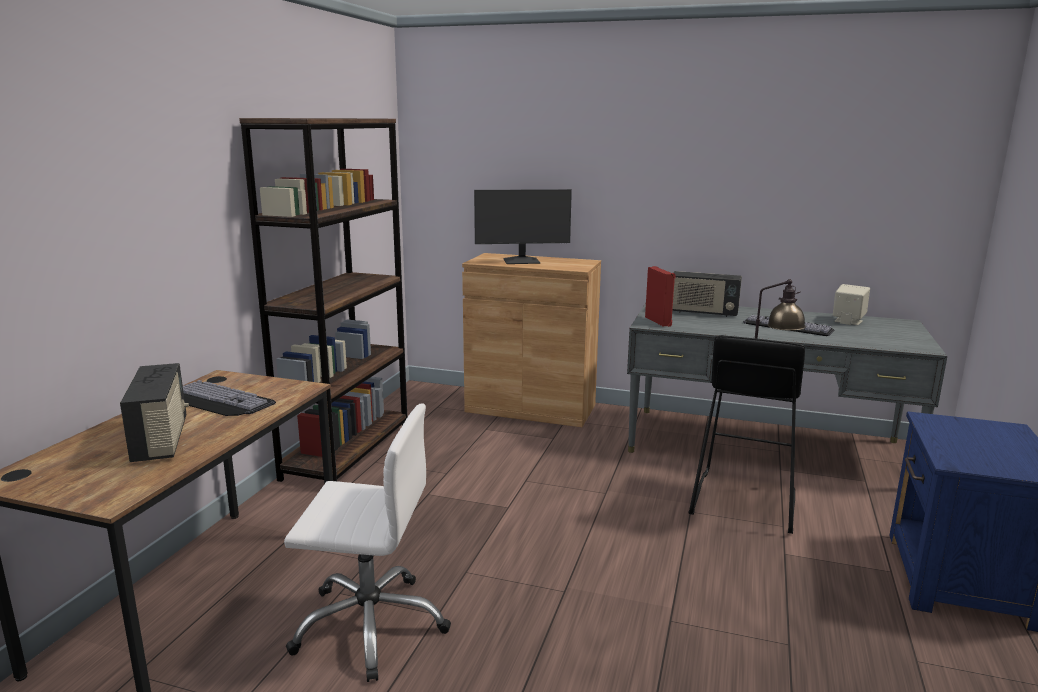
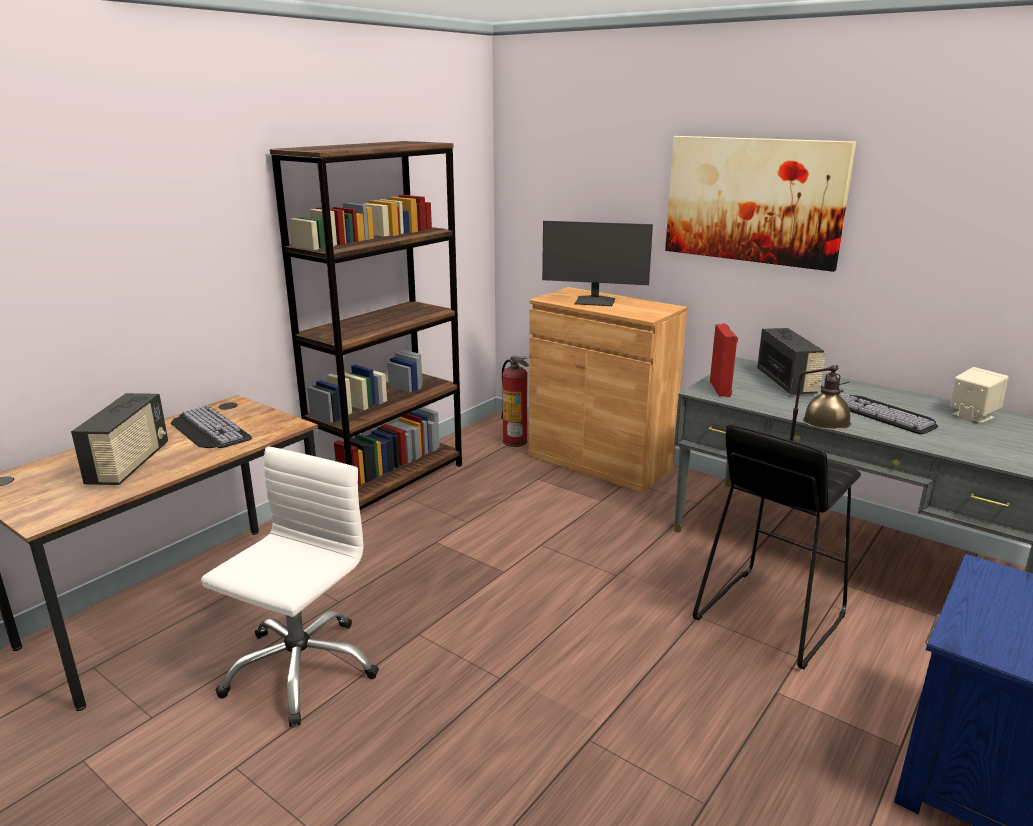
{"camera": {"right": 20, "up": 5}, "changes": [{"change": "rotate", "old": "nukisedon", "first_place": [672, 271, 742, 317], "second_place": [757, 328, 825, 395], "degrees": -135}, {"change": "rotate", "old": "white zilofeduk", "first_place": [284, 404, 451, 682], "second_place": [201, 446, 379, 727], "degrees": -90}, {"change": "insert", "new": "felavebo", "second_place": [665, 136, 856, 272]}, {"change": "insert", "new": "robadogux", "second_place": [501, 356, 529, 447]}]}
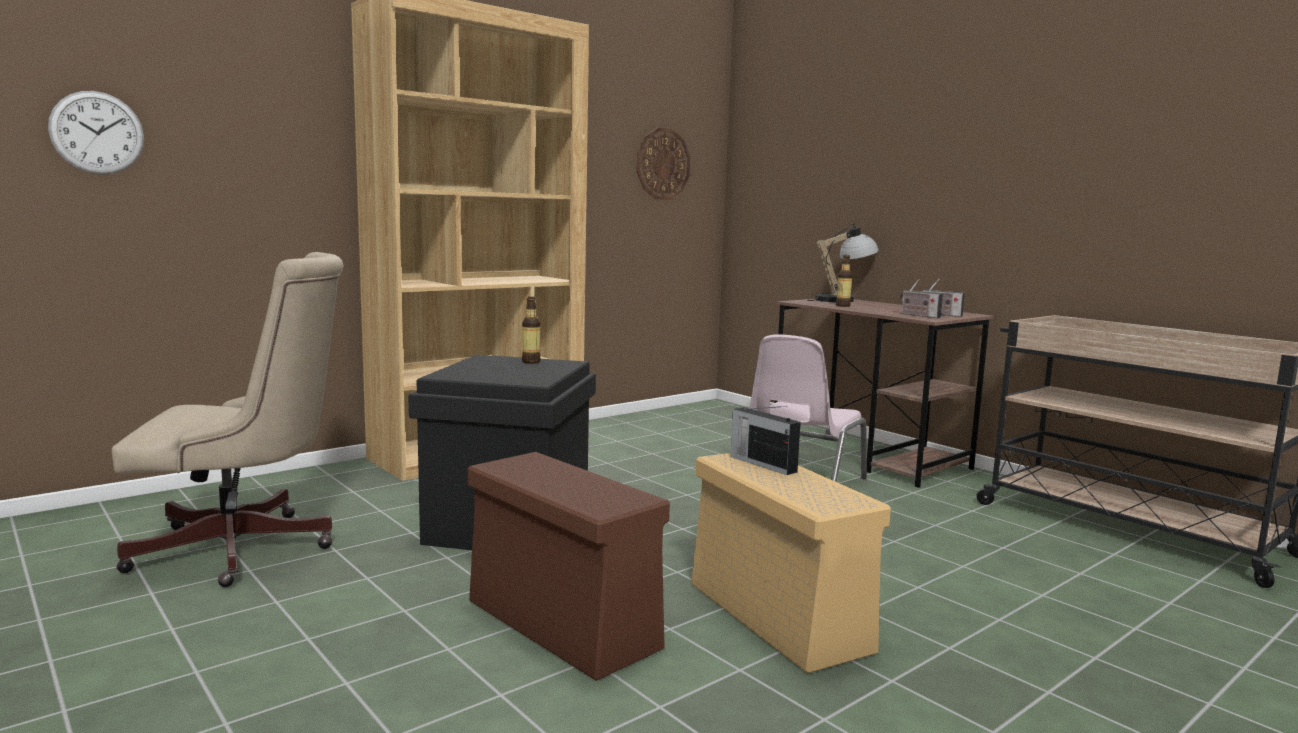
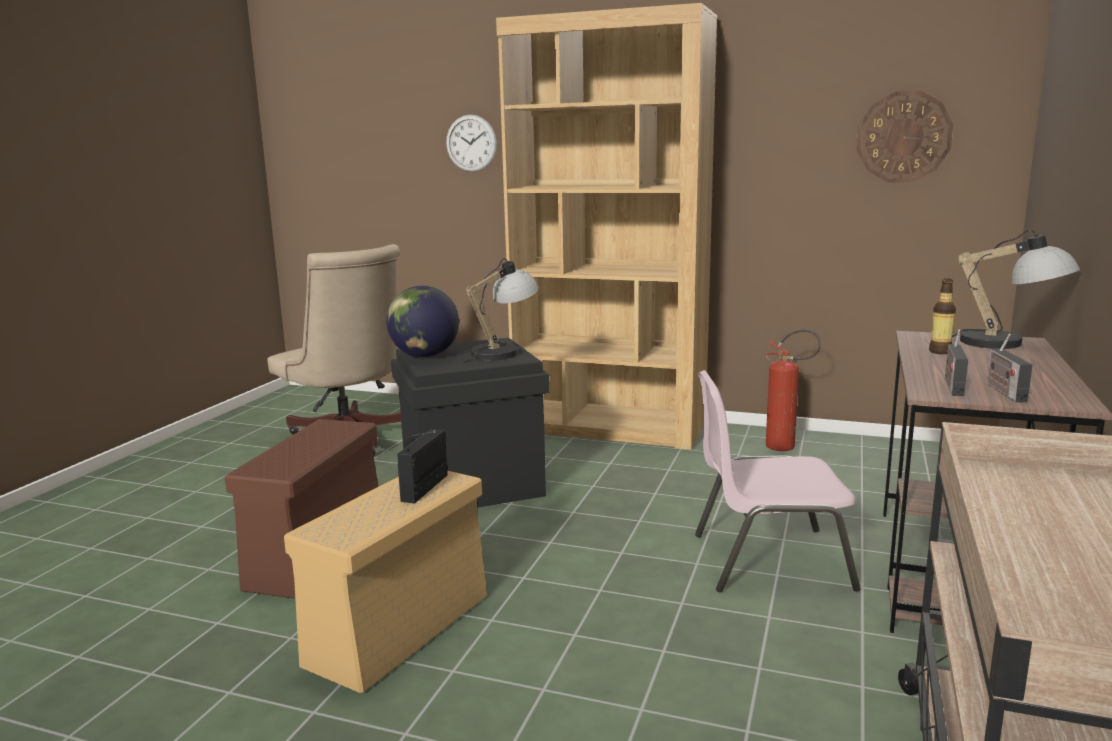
{"camera": {"right": 60, "up": 5}, "changes": [{"change": "move", "old": "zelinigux", "first_place": [48, 91, 144, 175], "second_place": [446, 115, 497, 172]}, {"change": "replace", "old": "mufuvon", "new": "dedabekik", "first_place": [522, 297, 540, 364], "second_place": [463, 258, 539, 363]}, {"change": "insert", "new": "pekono", "second_place": [386, 285, 459, 357]}, {"change": "insert", "new": "robadogux", "second_place": [765, 329, 821, 451]}]}
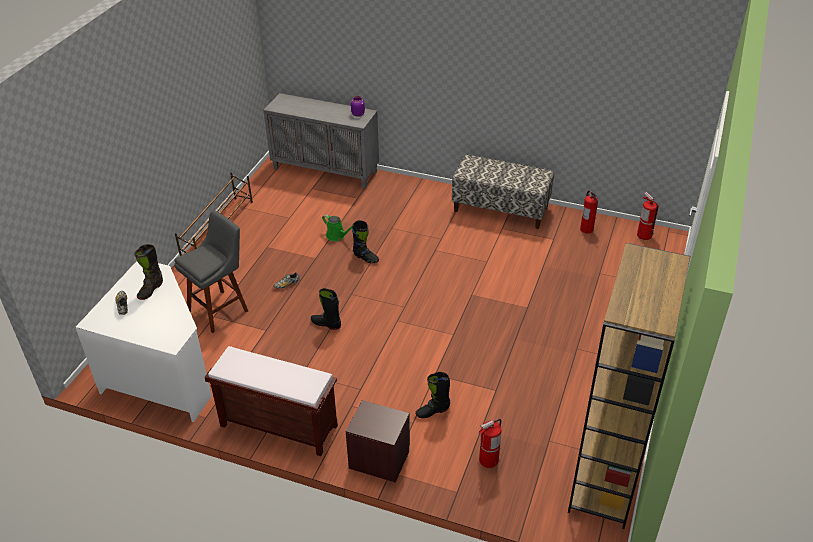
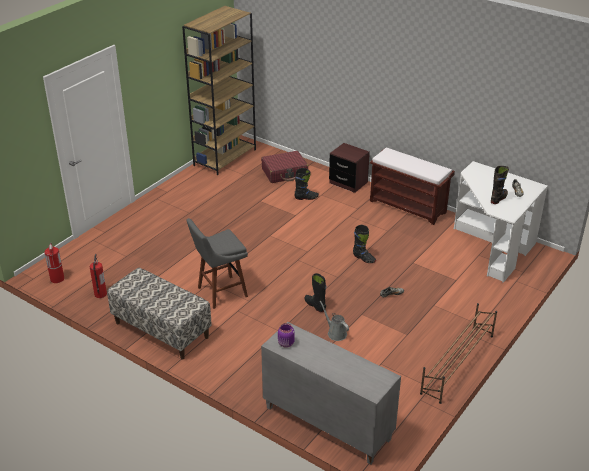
{"camera": {"right": -165, "up": -5}, "changes": [{"change": "move", "old": "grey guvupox", "first_place": [174, 210, 248, 333], "second_place": [186, 218, 248, 309]}, {"change": "recolor", "old": "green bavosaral", "new": "grey bavosaral", "first_place": [322, 215, 353, 241], "second_place": [320, 301, 349, 341]}, {"change": "replace", "old": "robadogux", "new": "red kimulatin", "first_place": [479, 419, 502, 468], "second_place": [261, 151, 308, 183]}]}
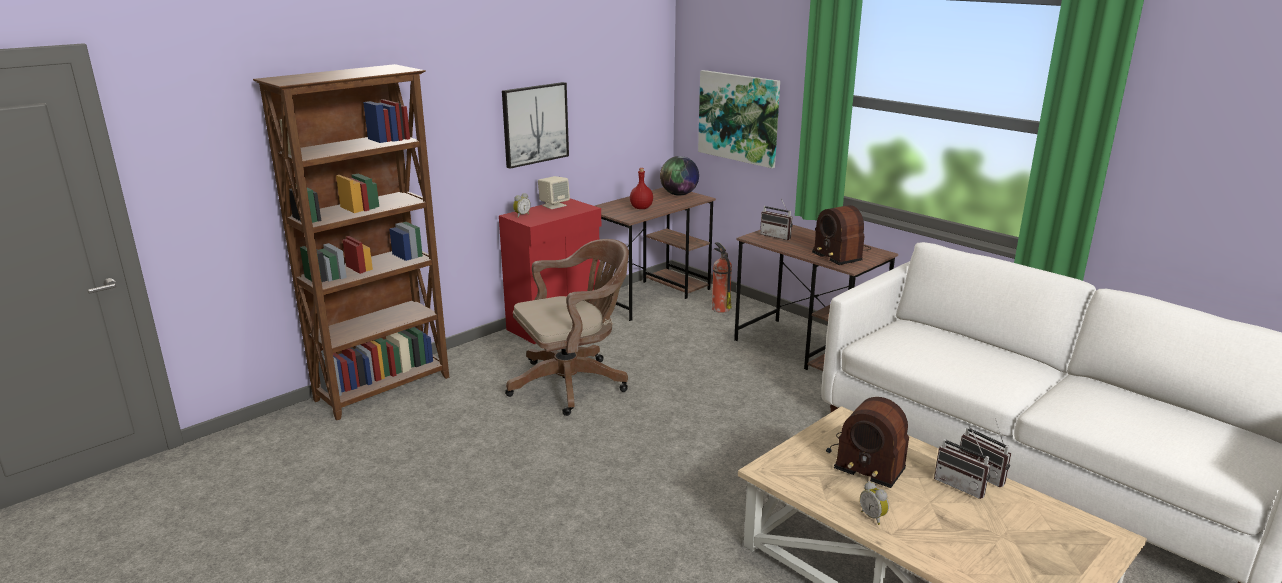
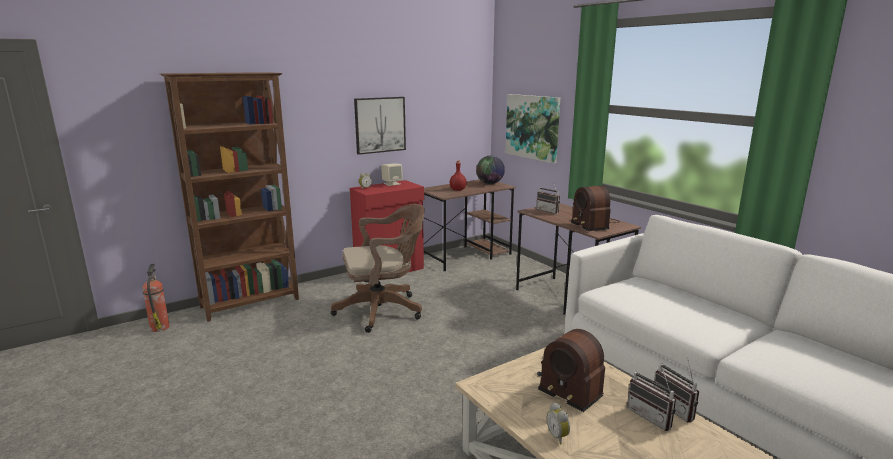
{"camera": {"right": 10, "up": -5}, "changes": [{"change": "move", "old": "robadogux", "first_place": [712, 242, 732, 313], "second_place": [142, 264, 170, 332]}]}
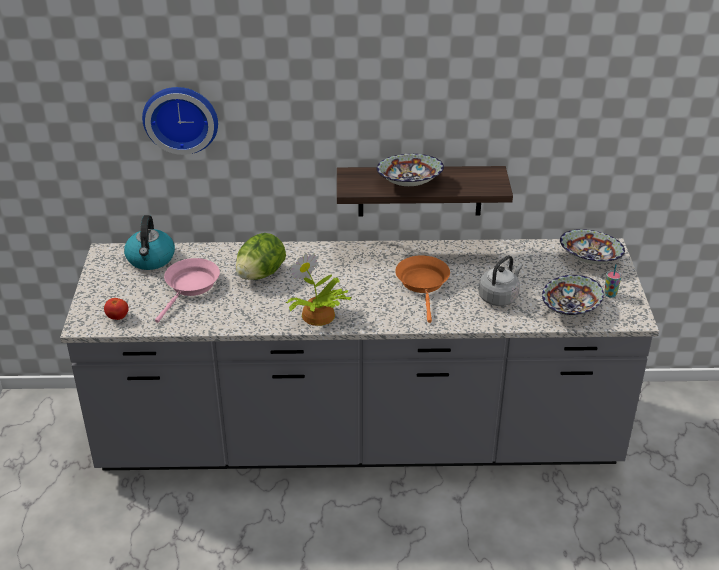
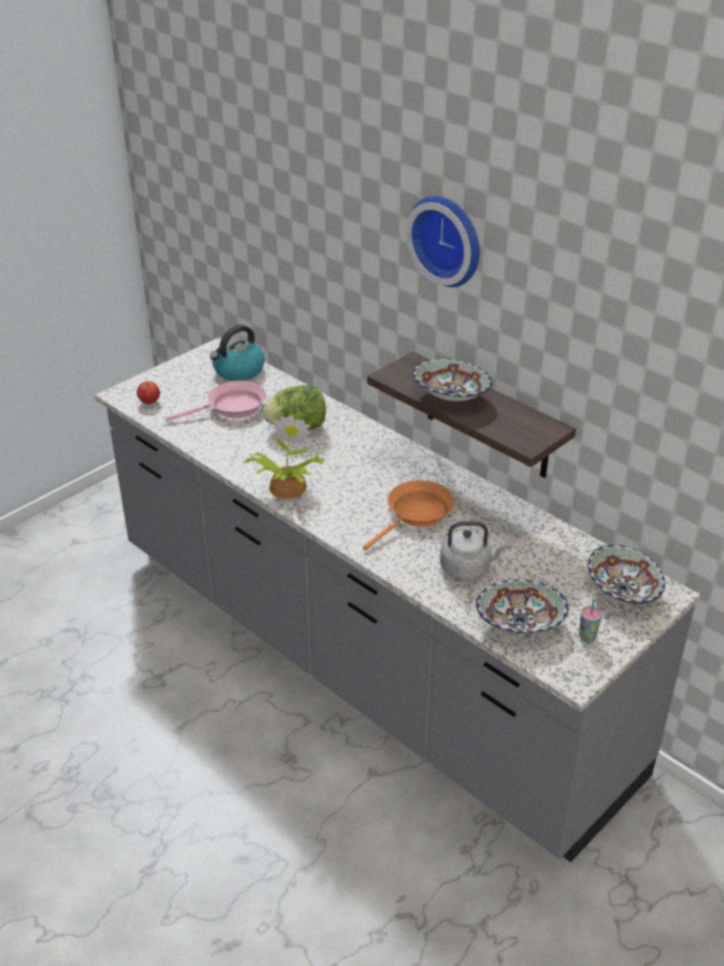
{"camera": {"right": 45, "up": 0}, "changes": [{"change": "move", "old": "zelinigux", "first_place": [142, 87, 218, 155], "second_place": [406, 196, 479, 287]}]}
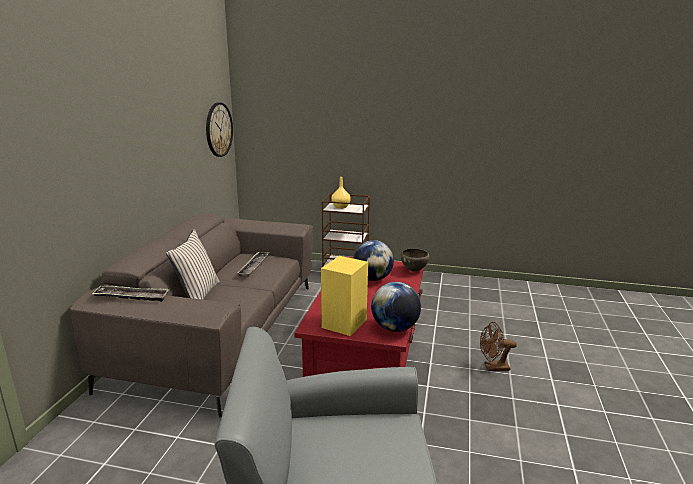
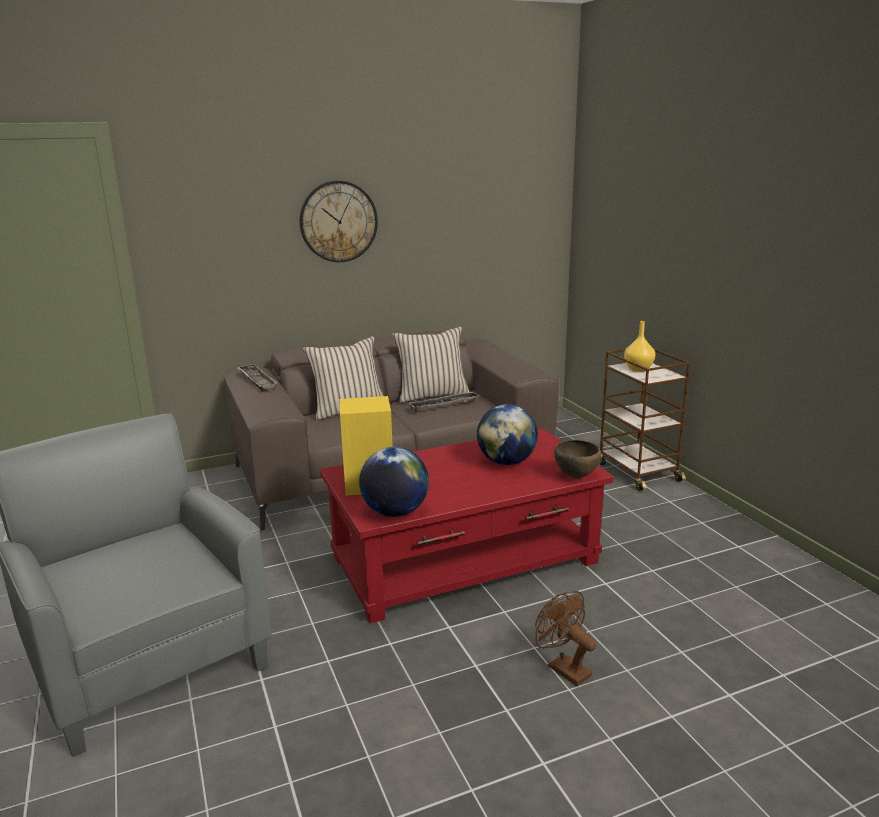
{"camera": {"right": 55, "up": 0}, "changes": [{"change": "move", "old": "zelinigux", "first_place": [206, 102, 233, 157], "second_place": [299, 181, 378, 262]}, {"change": "insert", "new": "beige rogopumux", "second_place": [392, 327, 469, 402]}]}
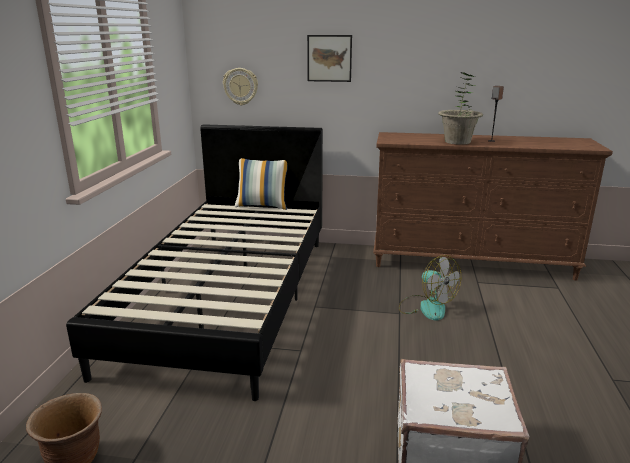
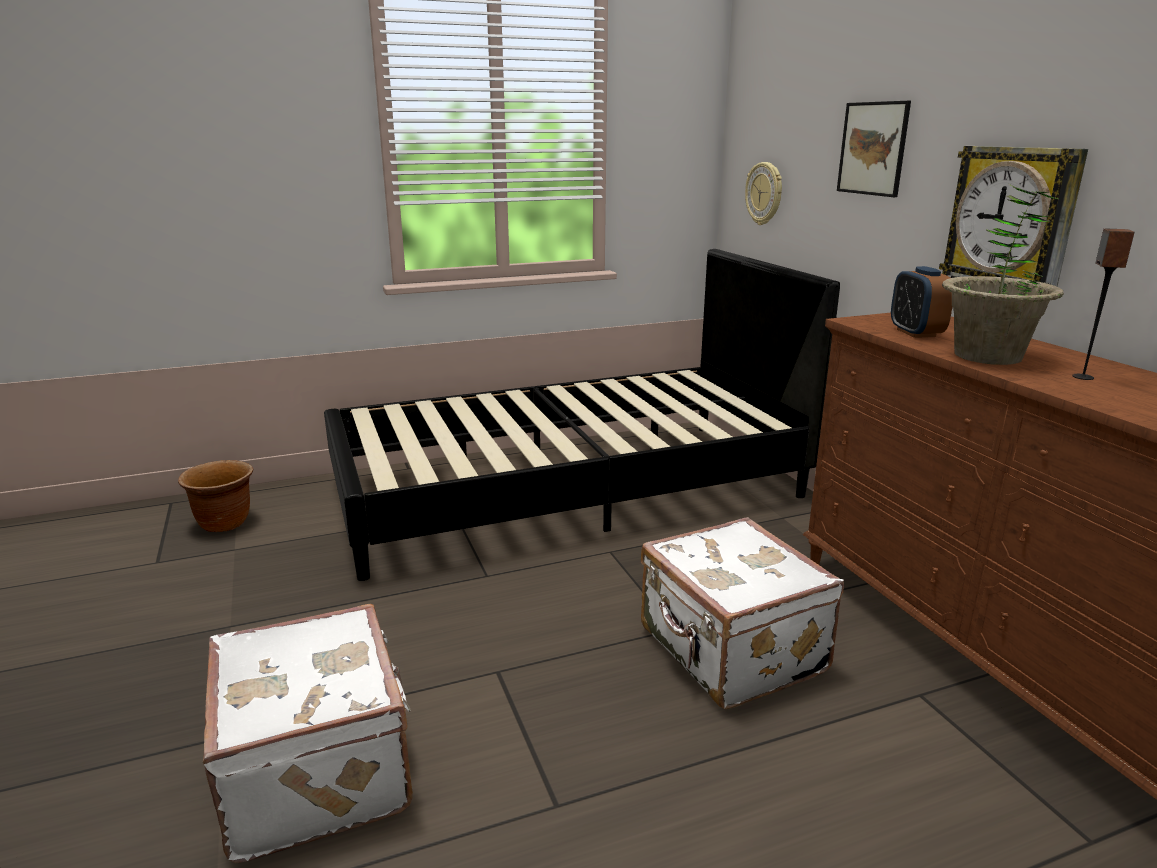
{"camera": {"right": 60, "up": 0}, "changes": [{"change": "delete", "old": "rogopumux", "first_place": [235, 158, 288, 210]}, {"change": "replace", "old": "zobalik", "new": "white kimulatin", "first_place": [399, 255, 461, 321], "second_place": [641, 517, 844, 709]}, {"change": "insert", "new": "zelinigux", "second_place": [939, 146, 1088, 287]}, {"change": "insert", "new": "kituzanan", "second_place": [891, 266, 952, 338]}]}
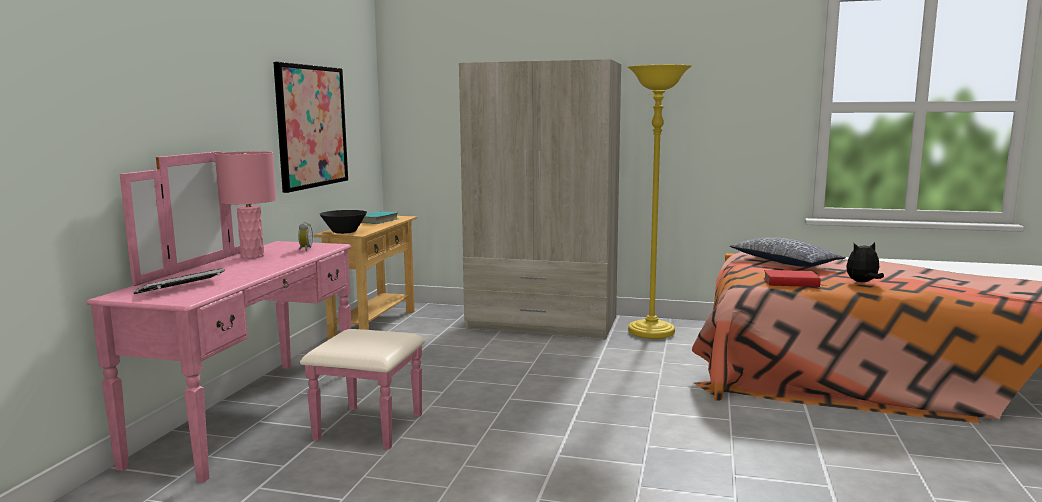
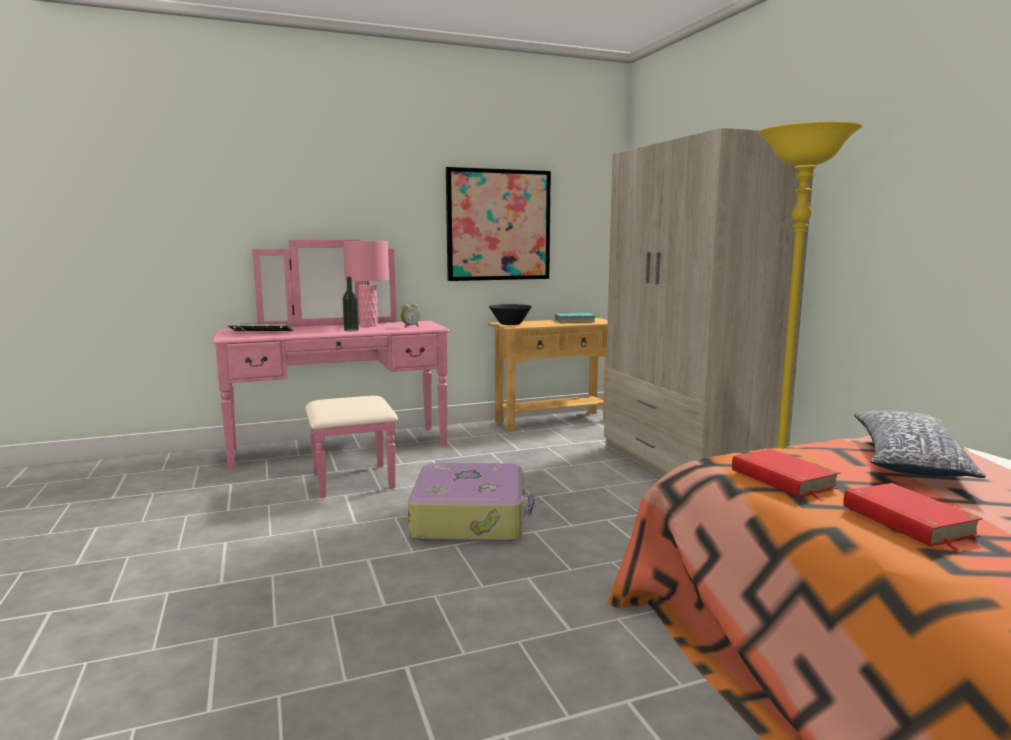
{"camera": {"right": 55, "up": 0}, "changes": [{"change": "replace", "old": "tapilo", "new": "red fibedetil", "first_place": [846, 242, 884, 282], "second_place": [843, 483, 983, 553]}, {"change": "insert", "new": "mufuvon", "second_place": [342, 277, 359, 331]}, {"change": "insert", "new": "kimulatin", "second_place": [408, 463, 534, 542]}]}
